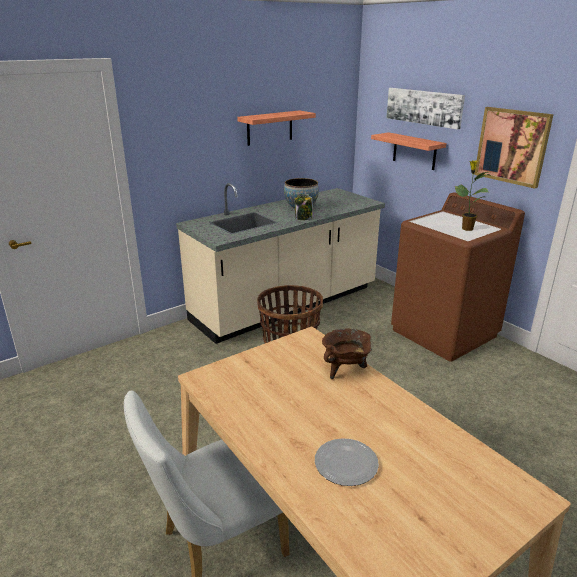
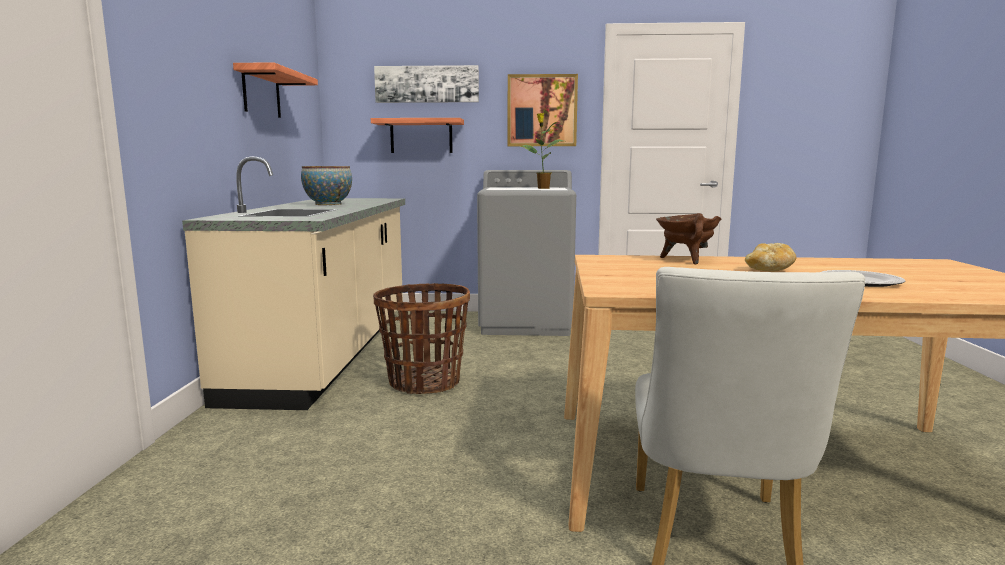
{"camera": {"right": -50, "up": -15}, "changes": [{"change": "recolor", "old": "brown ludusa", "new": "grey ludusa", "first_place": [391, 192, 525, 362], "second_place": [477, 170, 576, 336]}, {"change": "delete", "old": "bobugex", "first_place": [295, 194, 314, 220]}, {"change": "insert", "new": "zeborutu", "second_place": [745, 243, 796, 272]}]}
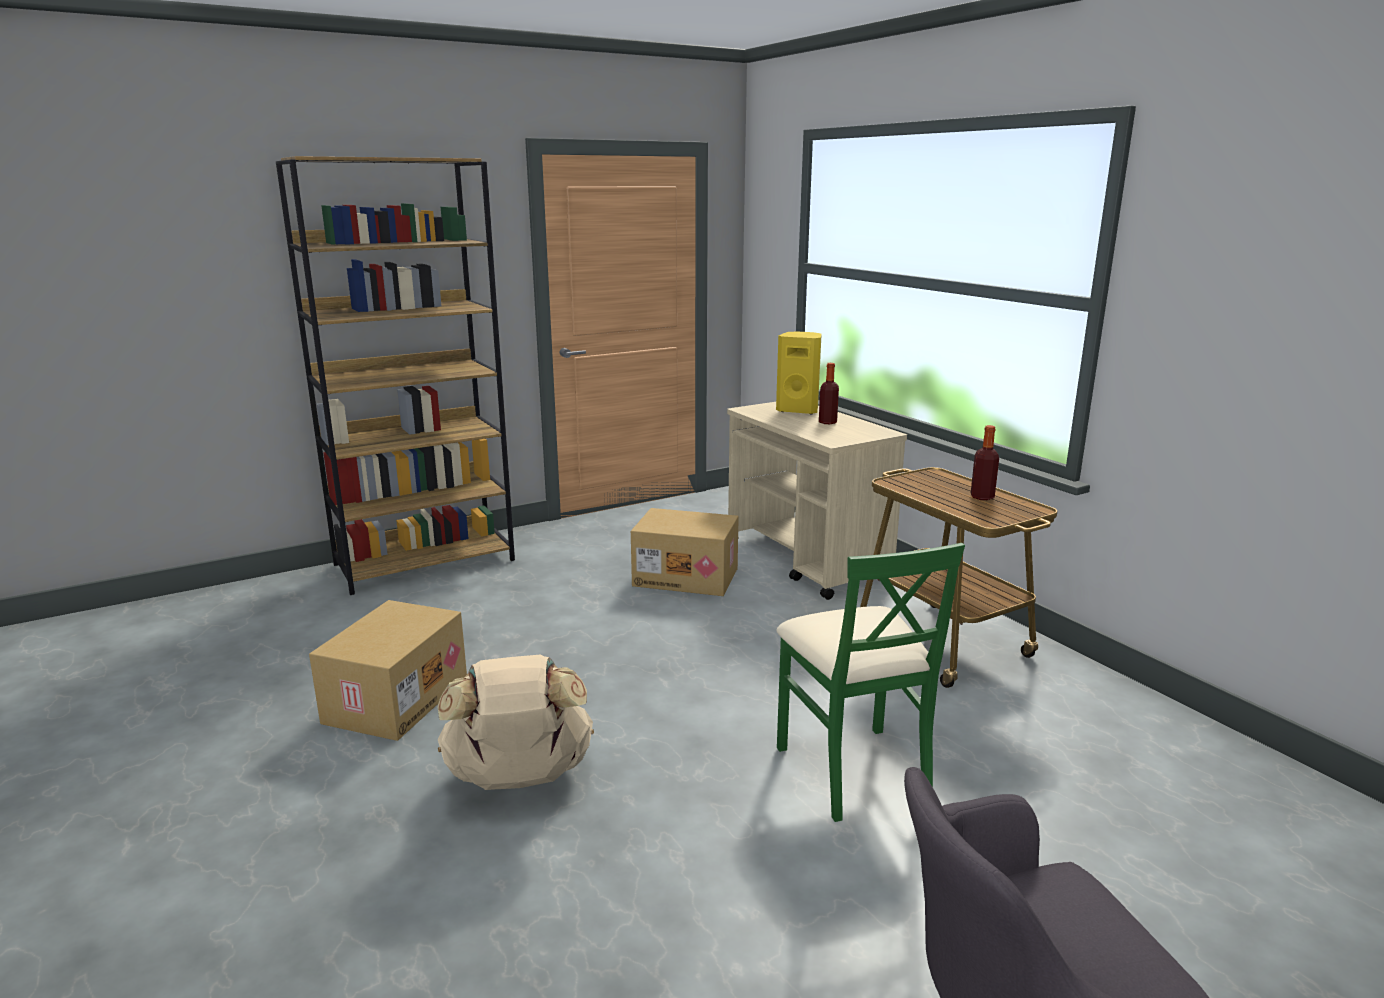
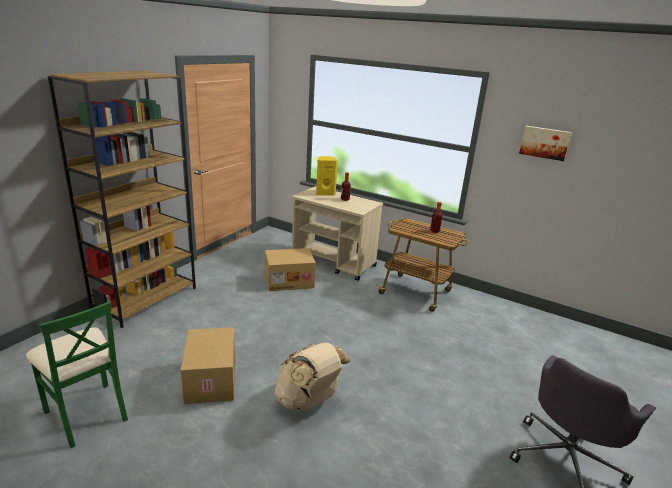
{"camera": {"right": -30, "up": 5}, "changes": [{"change": "move", "old": "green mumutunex", "first_place": [776, 543, 965, 822], "second_place": [26, 301, 128, 448]}, {"change": "insert", "new": "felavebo", "second_place": [519, 126, 572, 161]}]}
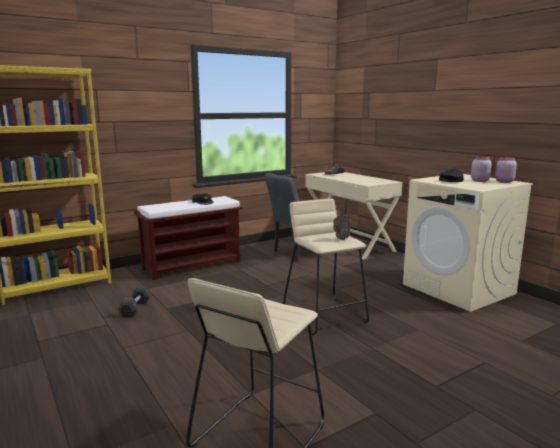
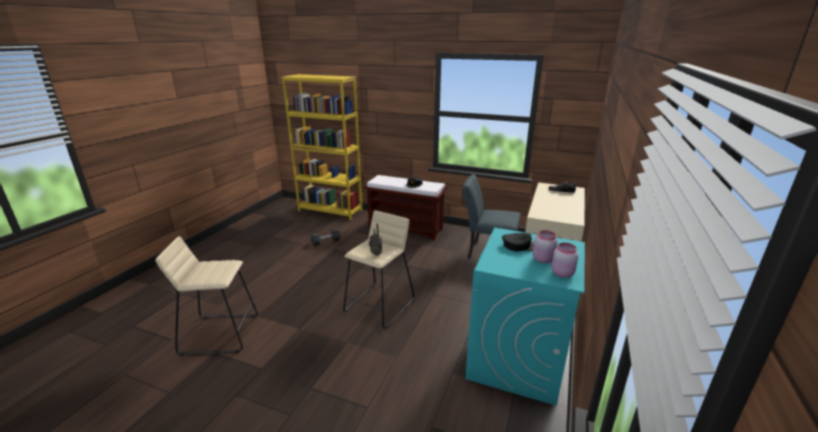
{"camera": {"right": 55, "up": 10}, "changes": [{"change": "recolor", "old": "beige ludusa", "new": "turquoise ludusa", "first_place": [403, 174, 533, 312], "second_place": [465, 228, 585, 406]}]}
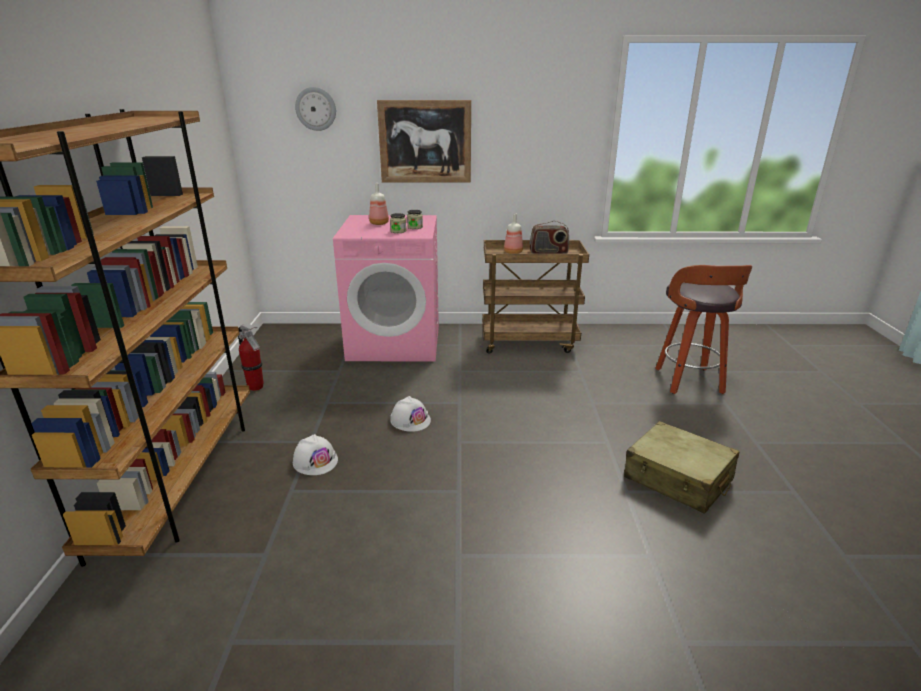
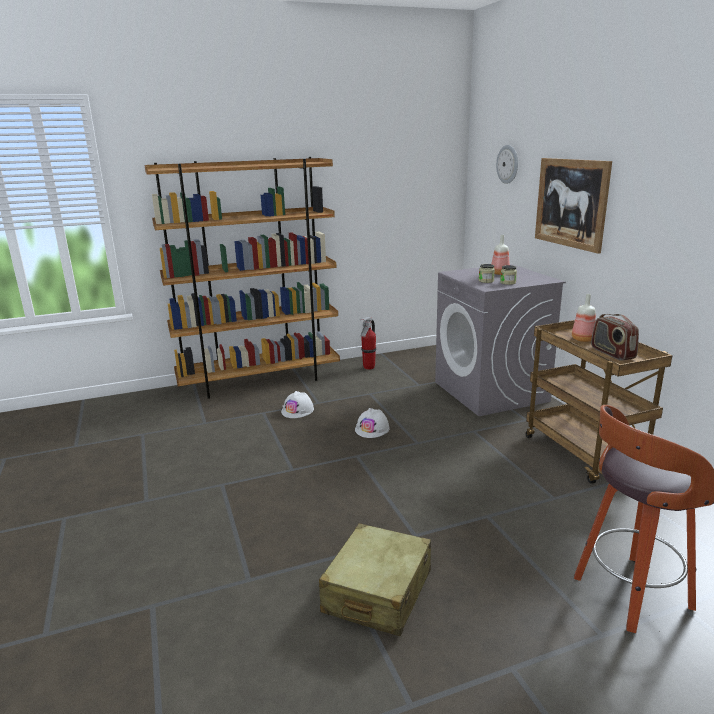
{"camera": {"right": 70, "up": -5}, "changes": [{"change": "recolor", "old": "pink ludusa", "new": "grey ludusa", "first_place": [333, 215, 439, 361], "second_place": [435, 264, 566, 416]}]}
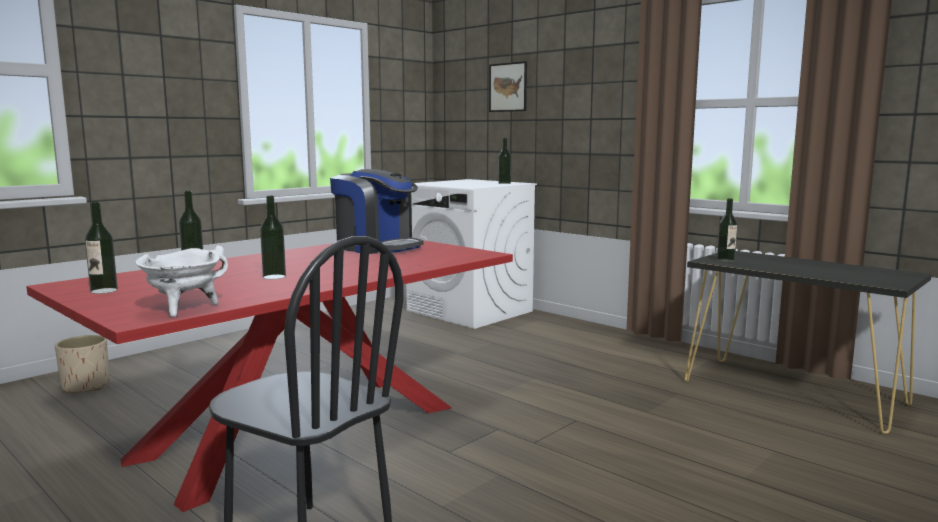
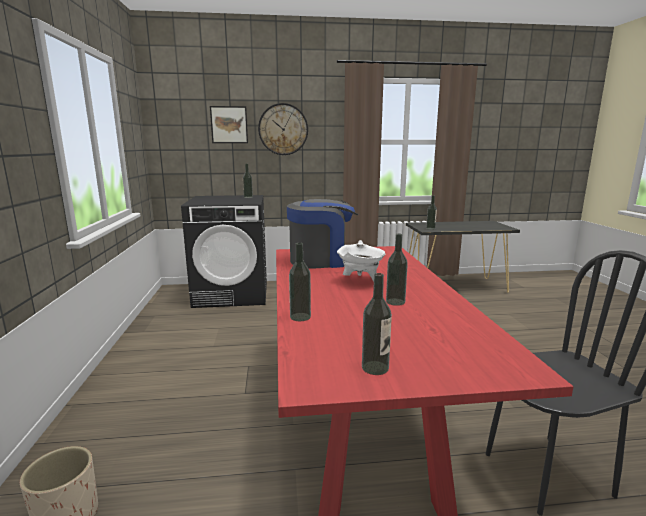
{"camera": {"right": -50, "up": 5}, "changes": [{"change": "recolor", "old": "white ludusa", "new": "black ludusa", "first_place": [406, 179, 537, 329], "second_place": [181, 195, 267, 308]}, {"change": "move", "old": "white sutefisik", "first_place": [135, 246, 228, 317], "second_place": [337, 240, 386, 282]}, {"change": "insert", "new": "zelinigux", "second_place": [258, 103, 308, 155]}]}
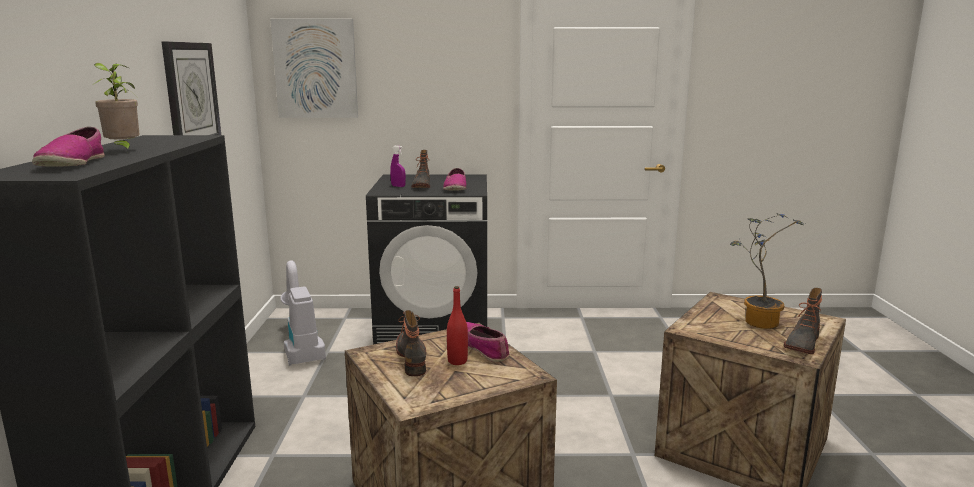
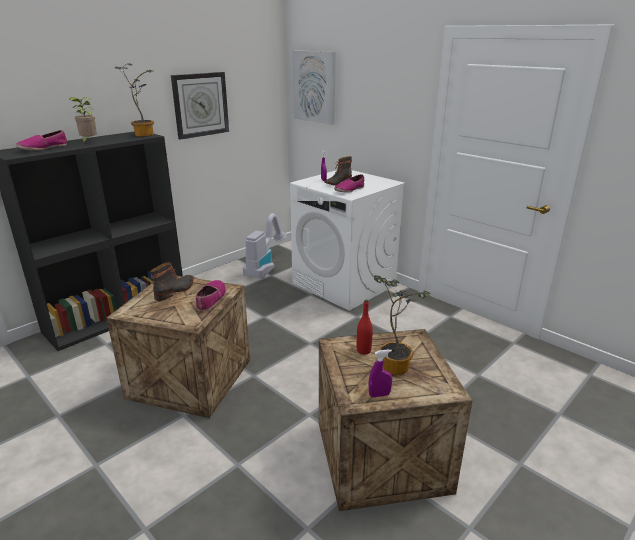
{"camera": {"right": 45, "up": 10}, "changes": [{"change": "recolor", "old": "black ludusa", "new": "white ludusa", "first_place": [366, 174, 487, 345], "second_place": [290, 170, 405, 311]}, {"change": "move", "old": "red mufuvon", "first_place": [447, 286, 468, 365], "second_place": [357, 300, 373, 355]}, {"change": "replace", "old": "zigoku", "new": "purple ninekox", "first_place": [784, 288, 822, 354], "second_place": [369, 349, 392, 397]}, {"change": "insert", "new": "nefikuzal", "second_place": [114, 63, 154, 137]}]}
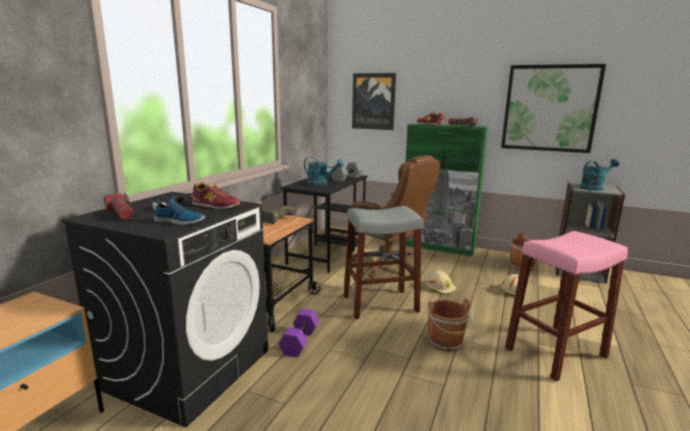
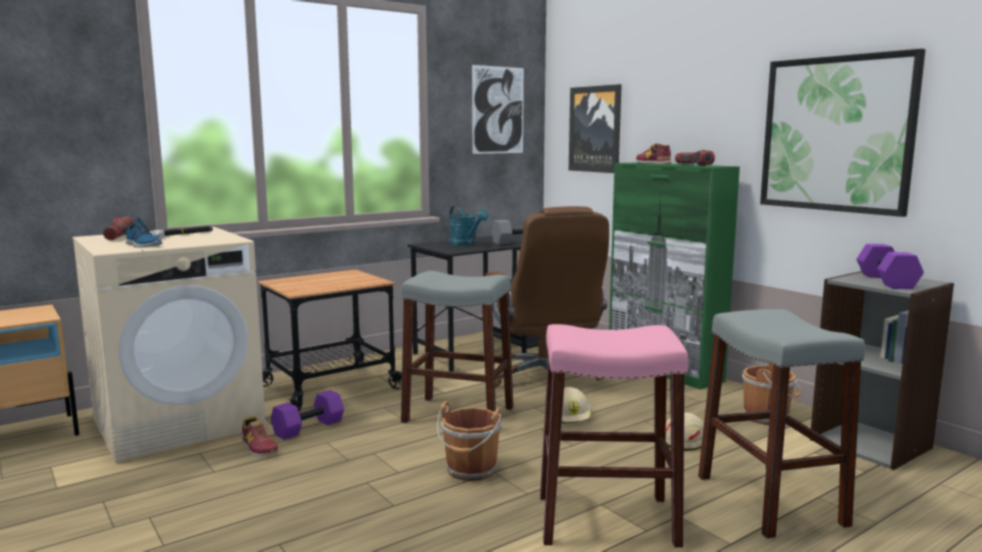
{"camera": {"right": 30, "up": -5}, "changes": [{"change": "replace", "old": "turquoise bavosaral", "new": "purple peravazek", "first_place": [580, 159, 619, 191], "second_place": [857, 244, 924, 289]}, {"change": "move", "old": "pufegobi", "first_place": [192, 182, 240, 209], "second_place": [242, 416, 278, 456]}, {"change": "recolor", "old": "black ludusa", "new": "beige ludusa", "first_place": [61, 192, 268, 427], "second_place": [72, 227, 266, 463]}, {"change": "delete", "old": "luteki", "first_place": [262, 206, 297, 224]}, {"change": "insert", "new": "felavebo", "second_place": [472, 65, 524, 154]}, {"change": "insert", "new": "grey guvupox", "second_place": [698, 309, 865, 538]}]}
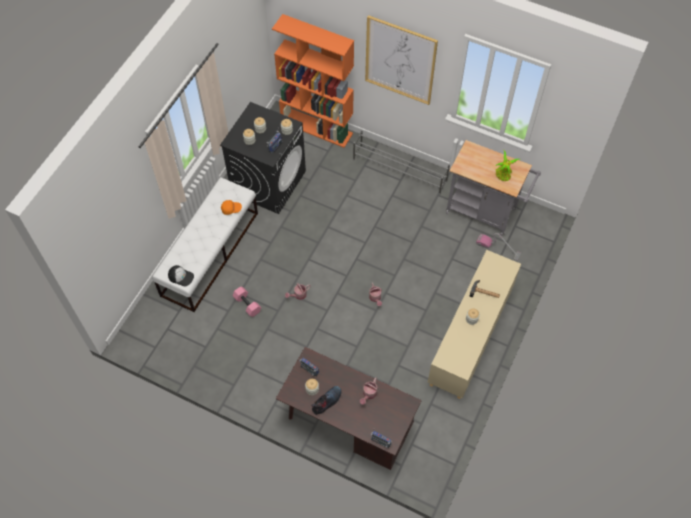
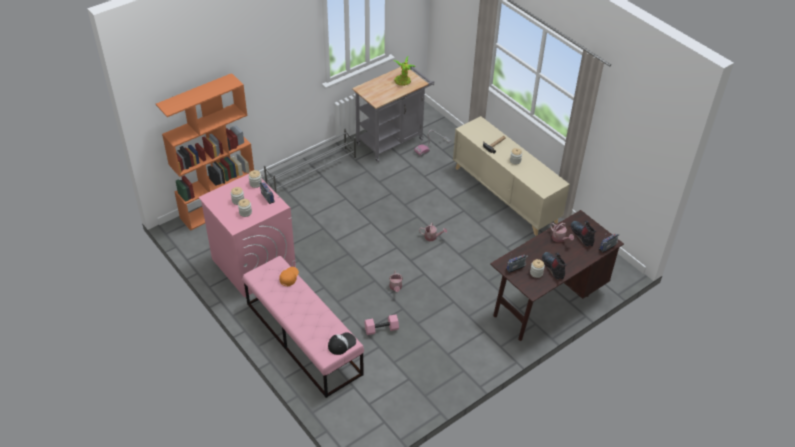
{"camera": {"right": -65, "up": -15}, "changes": [{"change": "delete", "old": "felavebo", "first_place": [365, 15, 438, 105]}, {"change": "recolor", "old": "black ludusa", "new": "pink ludusa", "first_place": [220, 102, 306, 214], "second_place": [198, 174, 296, 298]}, {"change": "recolor", "old": "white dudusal", "new": "pink dudusal", "first_place": [152, 177, 258, 312], "second_place": [243, 256, 364, 398]}, {"change": "insert", "new": "zigoku", "second_place": [571, 221, 597, 247]}]}
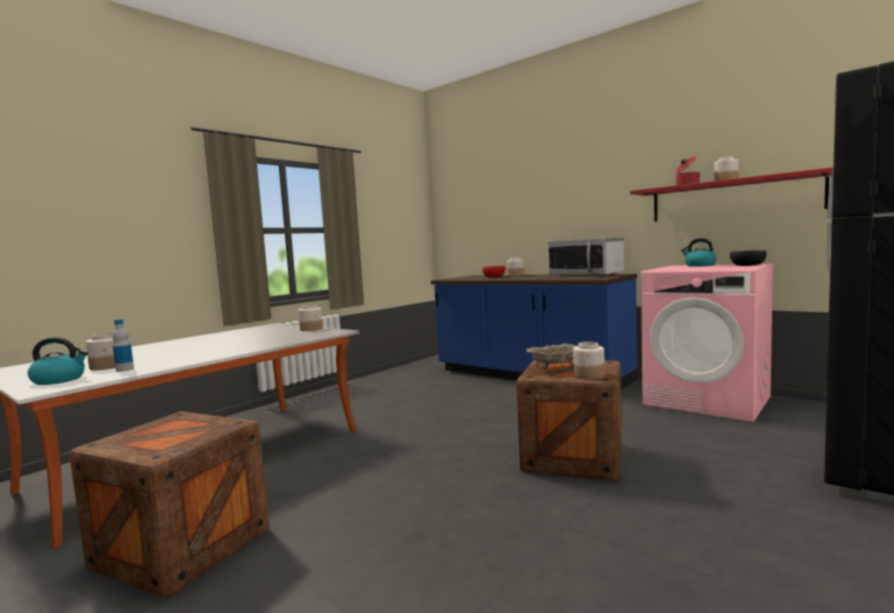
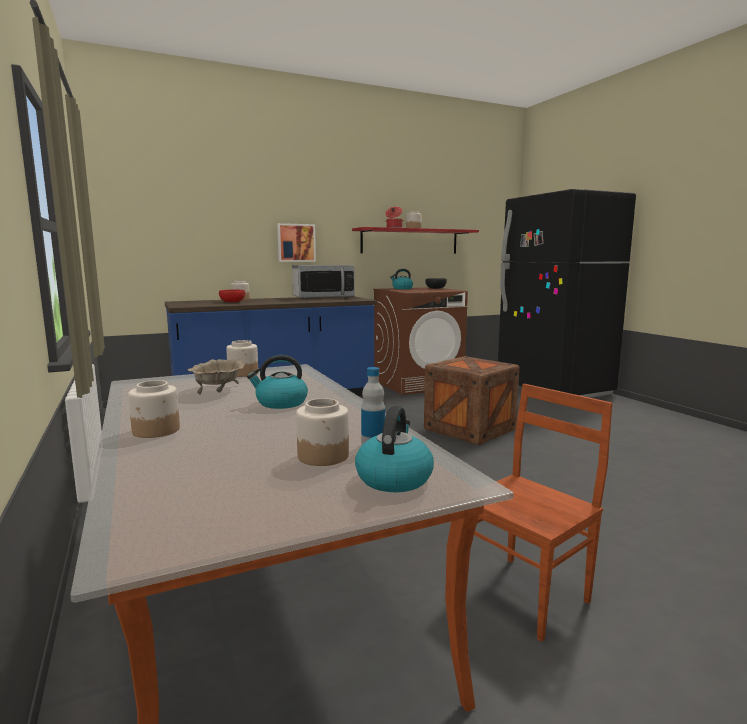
{"camera": {"right": -65, "up": 5}, "changes": [{"change": "recolor", "old": "pink ludusa", "new": "brown ludusa", "first_place": [641, 263, 773, 422], "second_place": [373, 287, 468, 395]}, {"change": "move", "old": "bobugex", "first_place": [573, 342, 605, 379], "second_place": [128, 380, 180, 438]}, {"change": "move", "old": "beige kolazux", "first_place": [526, 343, 576, 370], "second_place": [188, 359, 245, 394]}, {"change": "replace", "old": "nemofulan", "new": "brown mumutunex", "first_place": [69, 411, 269, 598], "second_place": [474, 384, 613, 642]}, {"change": "insert", "new": "felavebo", "second_place": [277, 223, 316, 262]}, {"change": "insert", "new": "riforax", "second_place": [247, 355, 308, 409]}]}
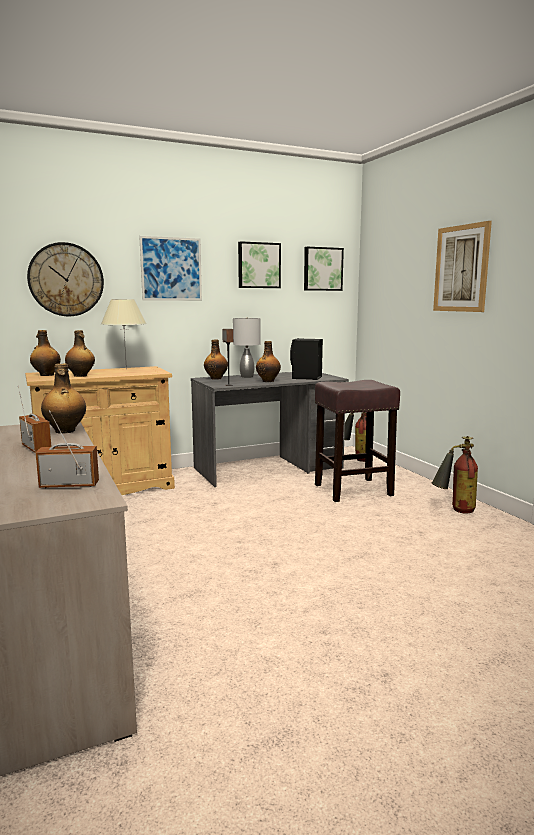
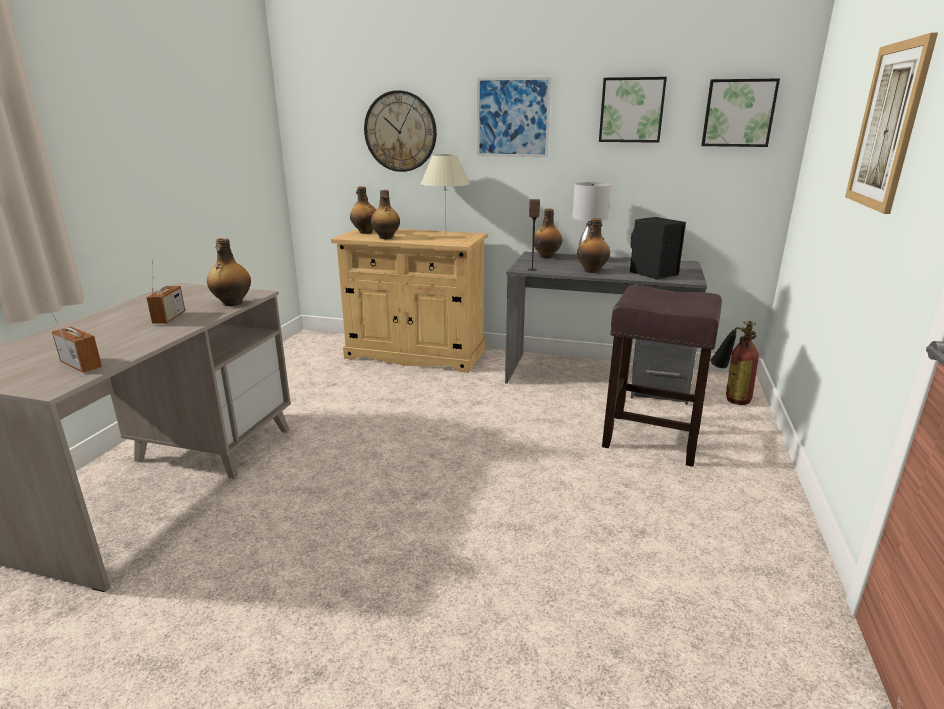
{"camera": {"right": 40, "up": 10}, "changes": [{"change": "delete", "old": "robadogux", "first_place": [432, 436, 478, 514]}]}
